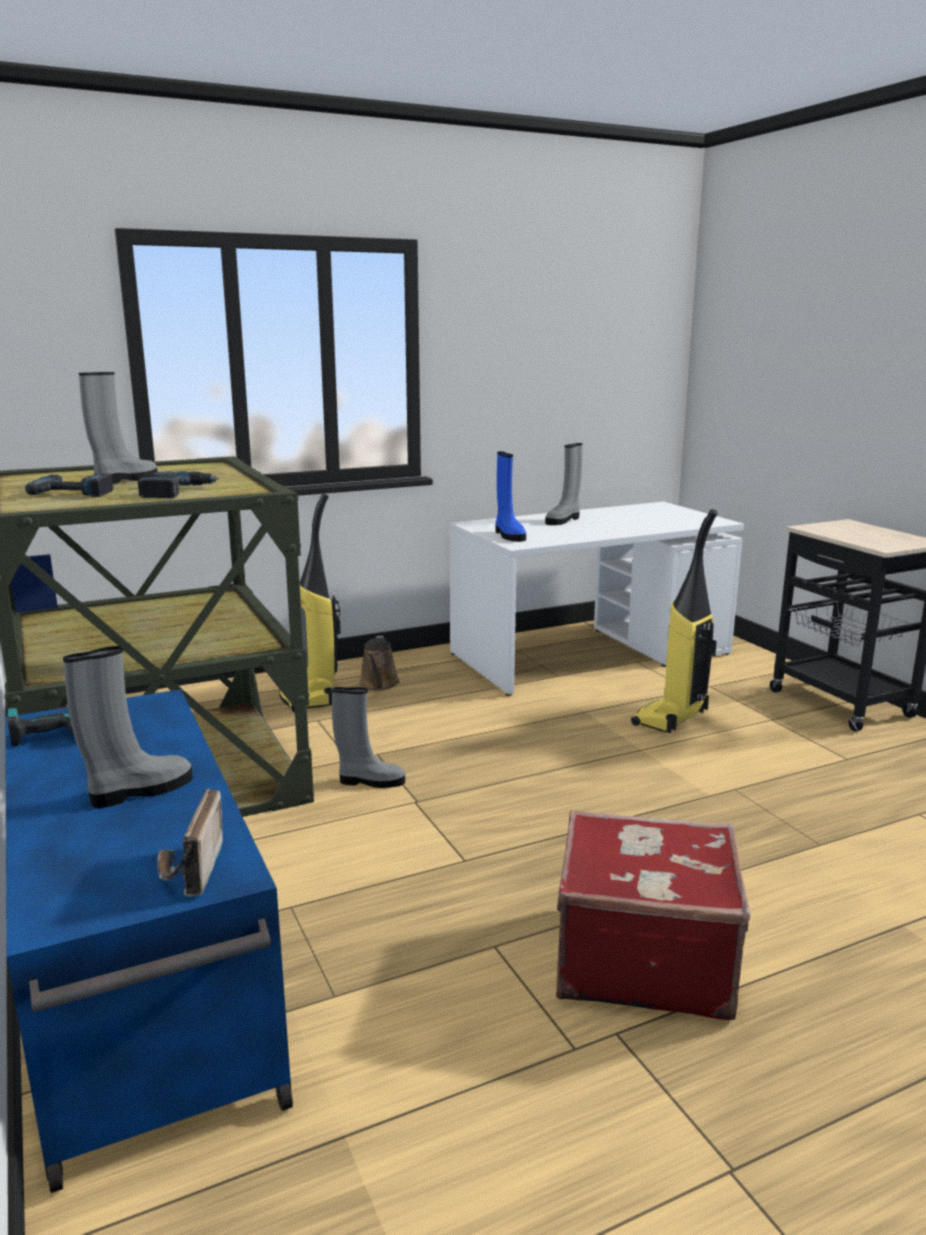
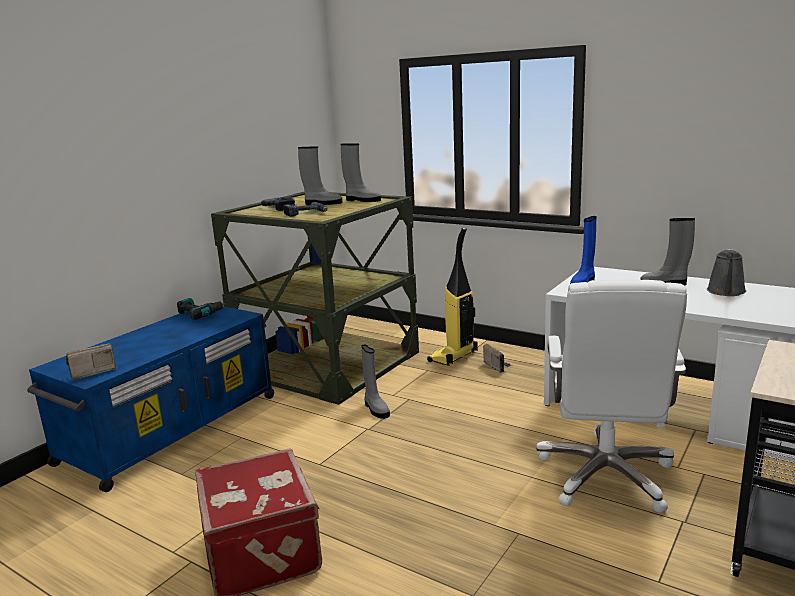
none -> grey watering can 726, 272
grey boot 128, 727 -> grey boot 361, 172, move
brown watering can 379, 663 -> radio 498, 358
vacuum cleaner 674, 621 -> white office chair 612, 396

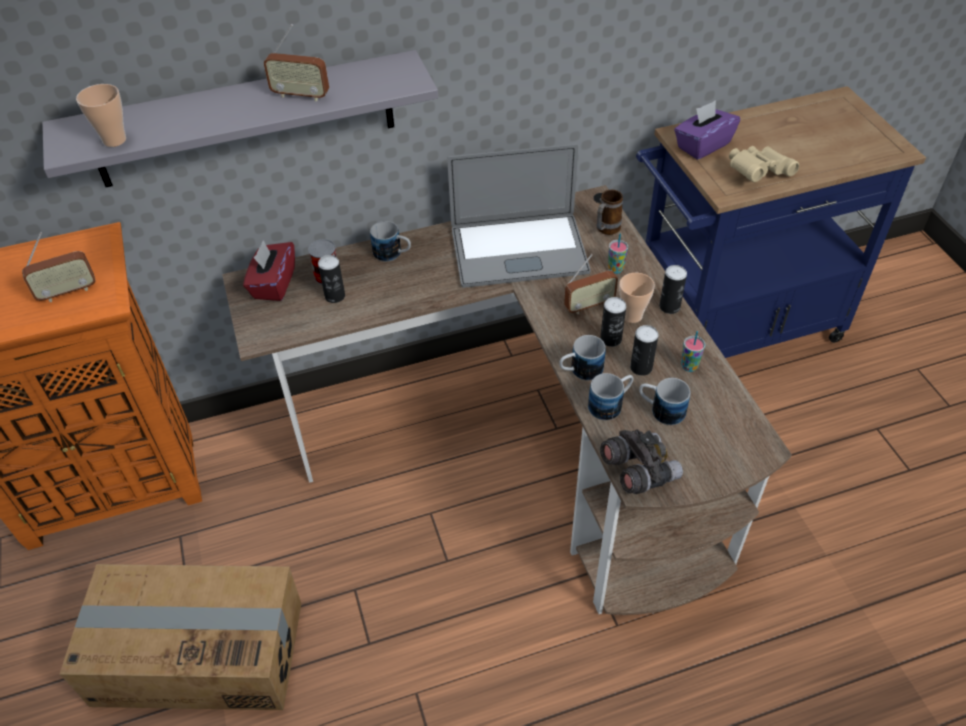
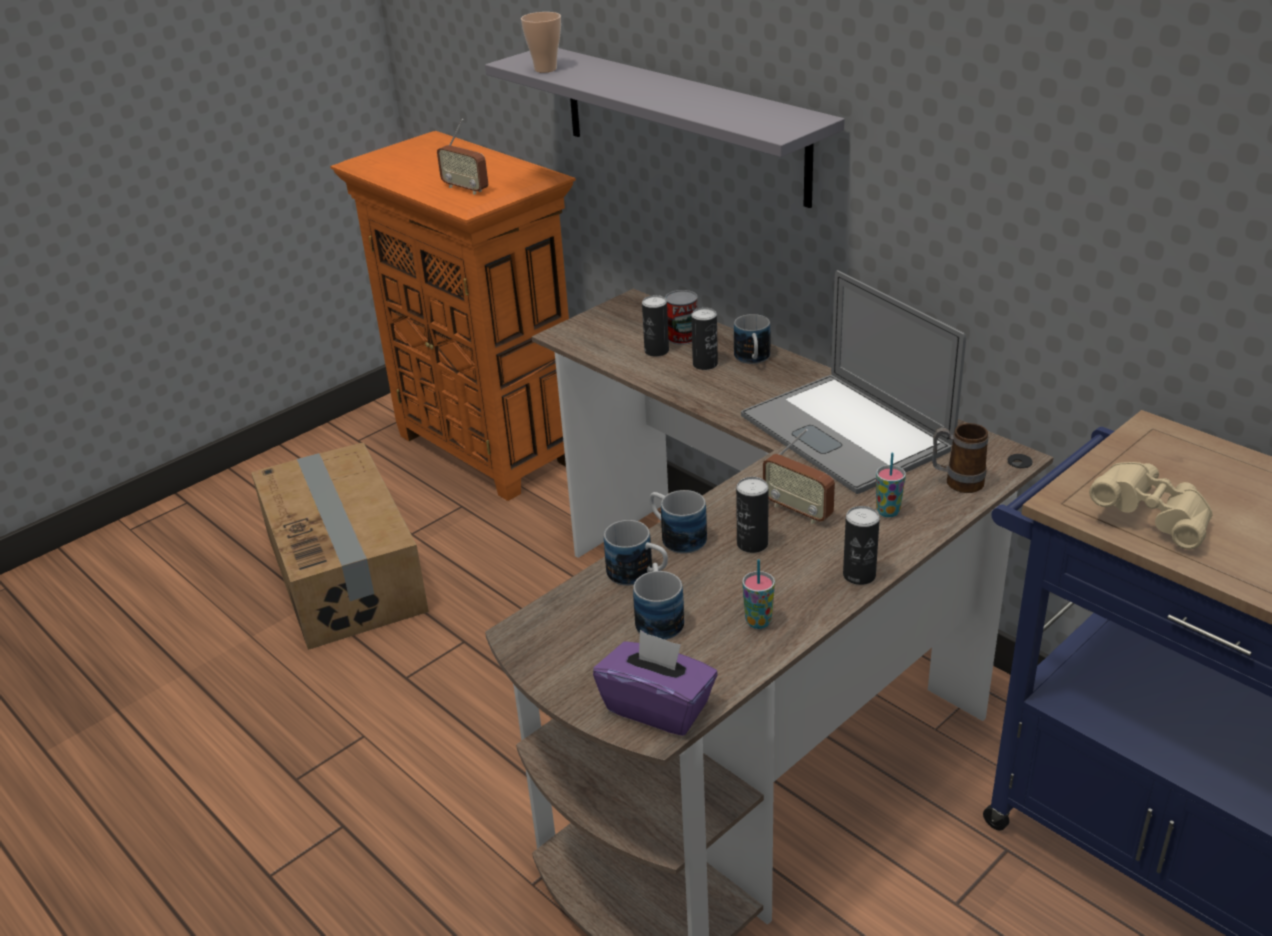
red tissue box 269, 270 -> none
radio 296, 62 -> none
grey binoculars 641, 461 -> none
cup 637, 298 -> none
can 644, 350 -> can 704, 338, move
purple tissue box 707, 129 -> purple tissue box 655, 683, move

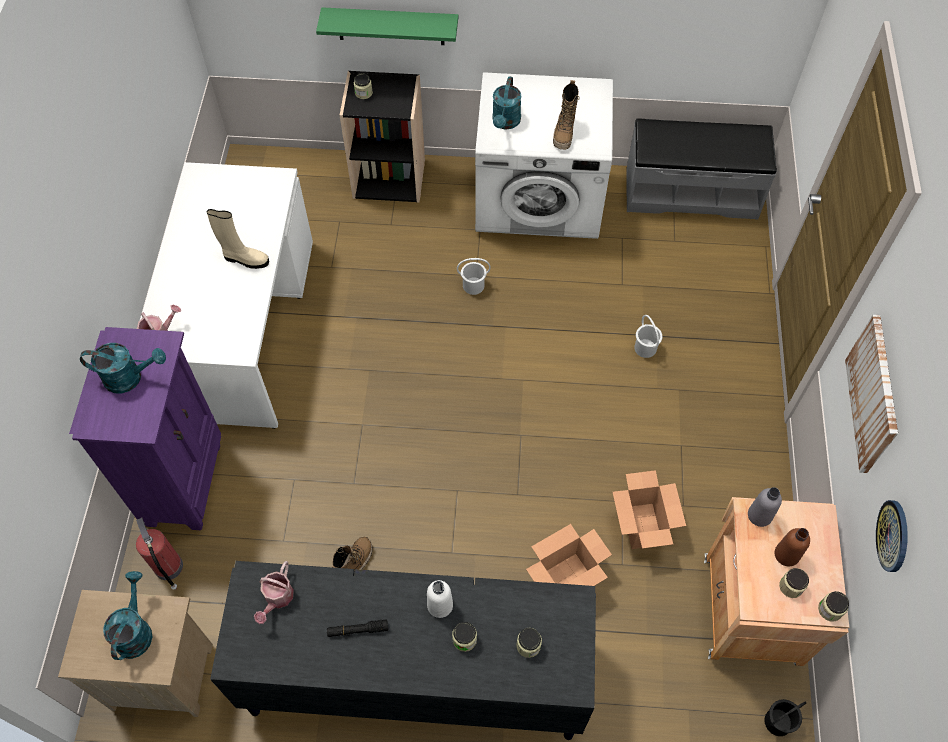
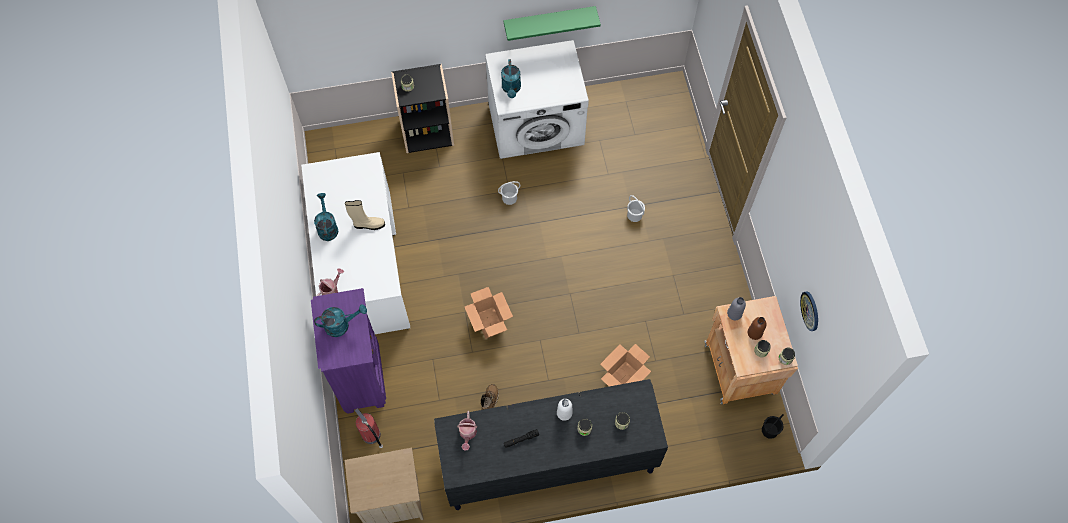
boot 566, 115 -> none
grey bench 702, 169 -> none
picture 871, 394 -> none
turquoise watering can 127, 615 -> turquoise watering can 326, 217, move
green shelf 387, 26 -> green shelf 552, 23, move
cardboard box 649, 509 -> cardboard box 489, 313, move

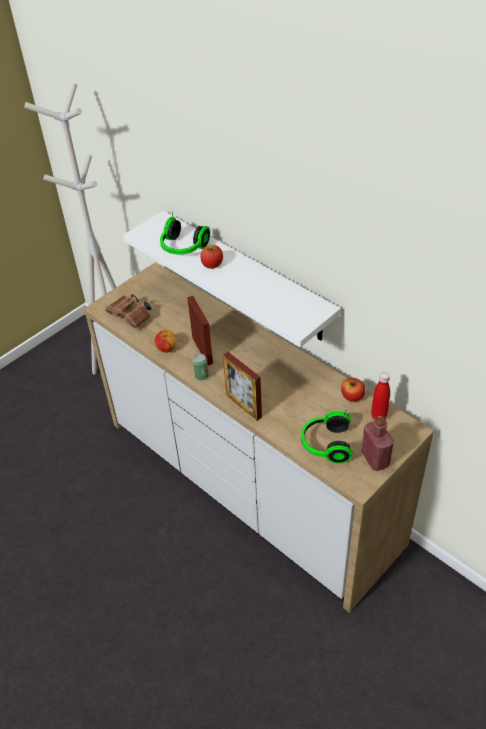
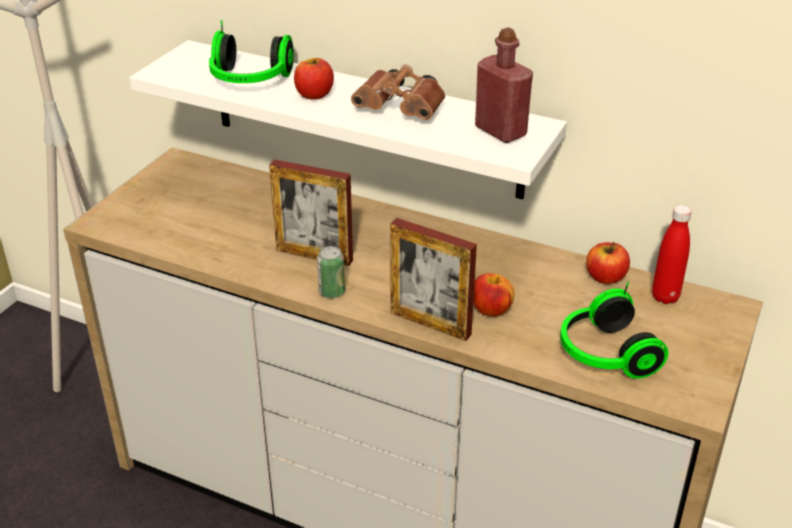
brown binoculars 128, 311 -> brown binoculars 398, 92, move
apple 165, 341 -> apple 494, 295, move
red bottle 377, 443 -> red bottle 504, 85, move
picture frame 200, 330 -> picture frame 311, 213, 150 degrees clockwise

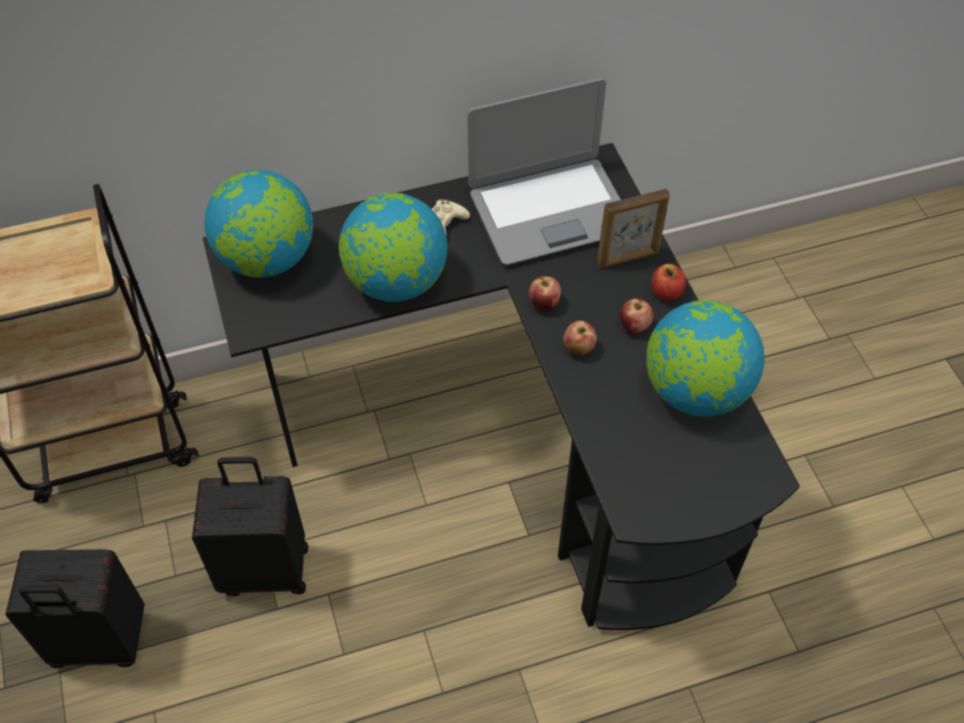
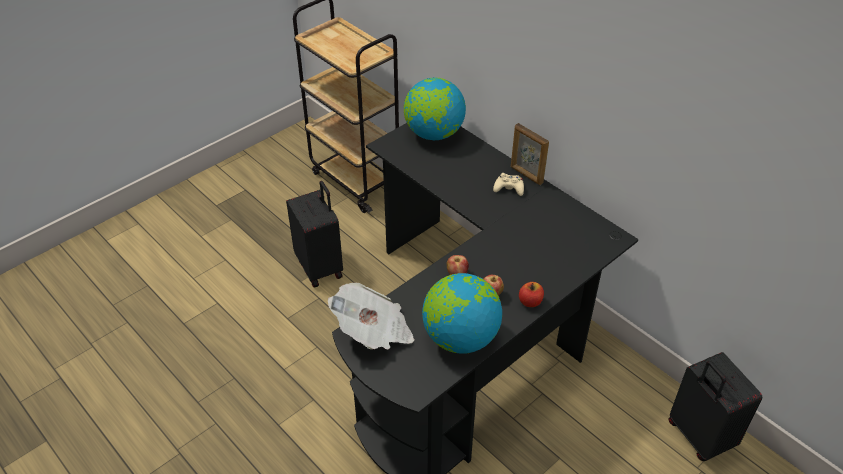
globe 393, 247 -> none
laptop 544, 171 -> none
apple 545, 293 -> none
none -> newspaper 371, 316
black suitcase 75, 608 -> black suitcase 715, 406, move
picture frame 633, 229 -> picture frame 530, 154, move

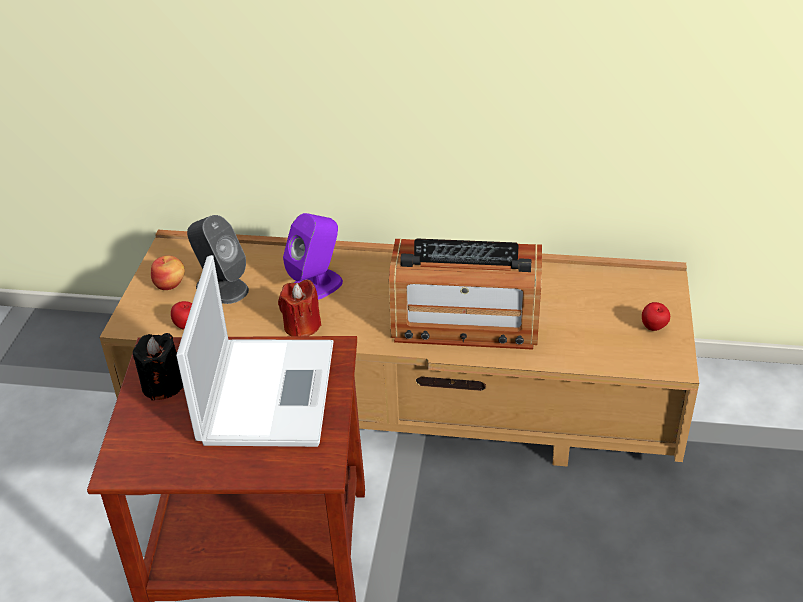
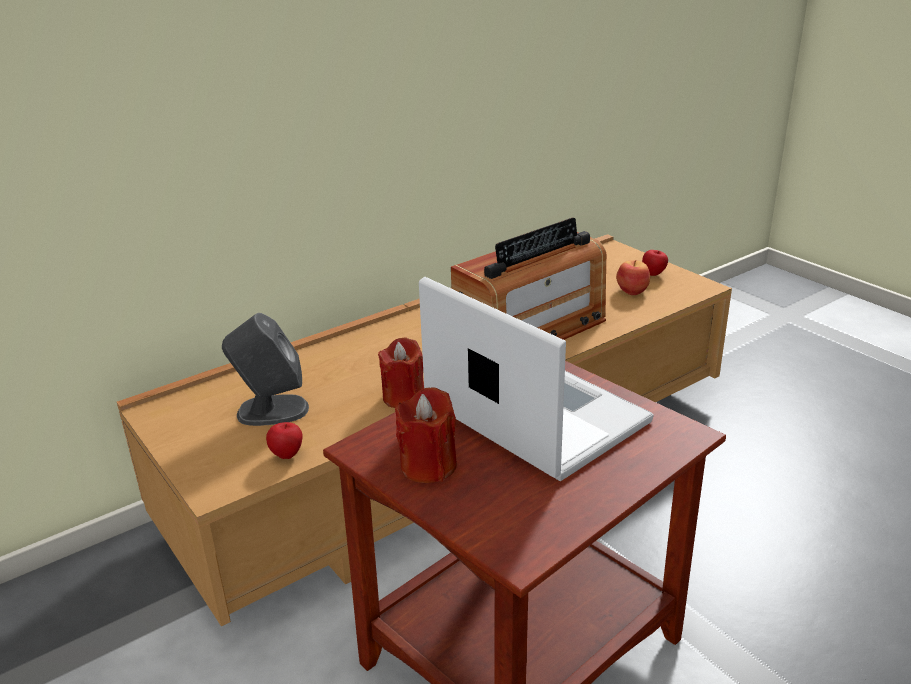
purple speaker 313, 256 -> none
apple 168, 273 -> apple 633, 277, move
black candle 158, 367 -> red candle 426, 435

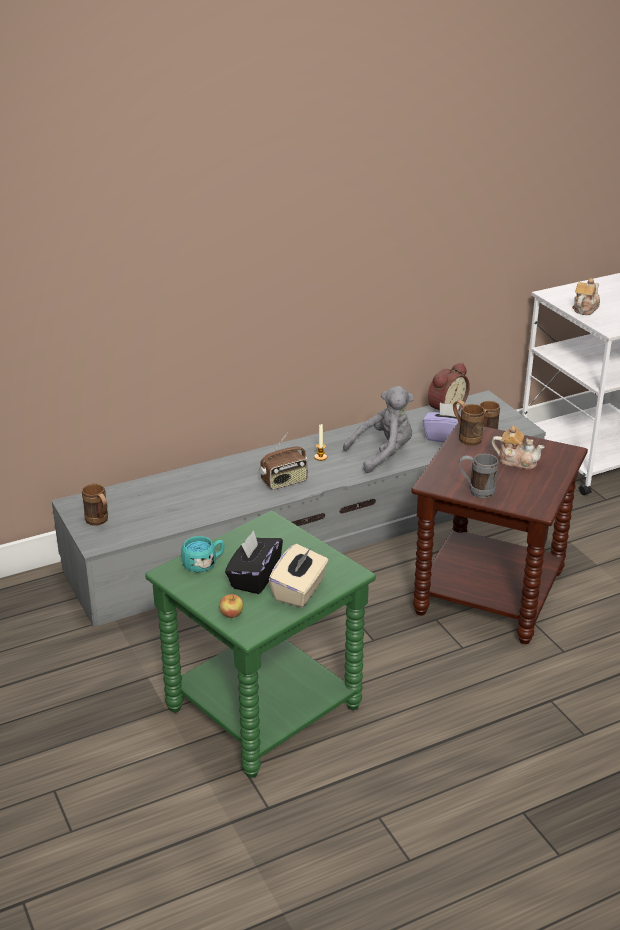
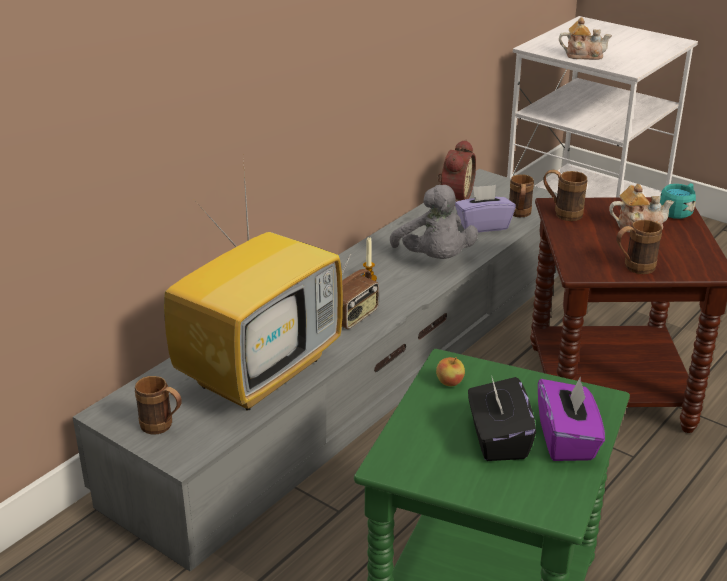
none -> television 253, 284
turquoise mug 203, 554 -> turquoise mug 678, 201, move
apple 231, 606 -> apple 450, 371, move
beige tissue box 298, 576 -> purple tissue box 571, 418
grey mug 478, 476 -> brown mug 639, 247
grey plush toy 378, 429 -> grey plush toy 434, 222, 120 degrees clockwise
teapot 586, 296 -> teapot 585, 38, 90 degrees clockwise

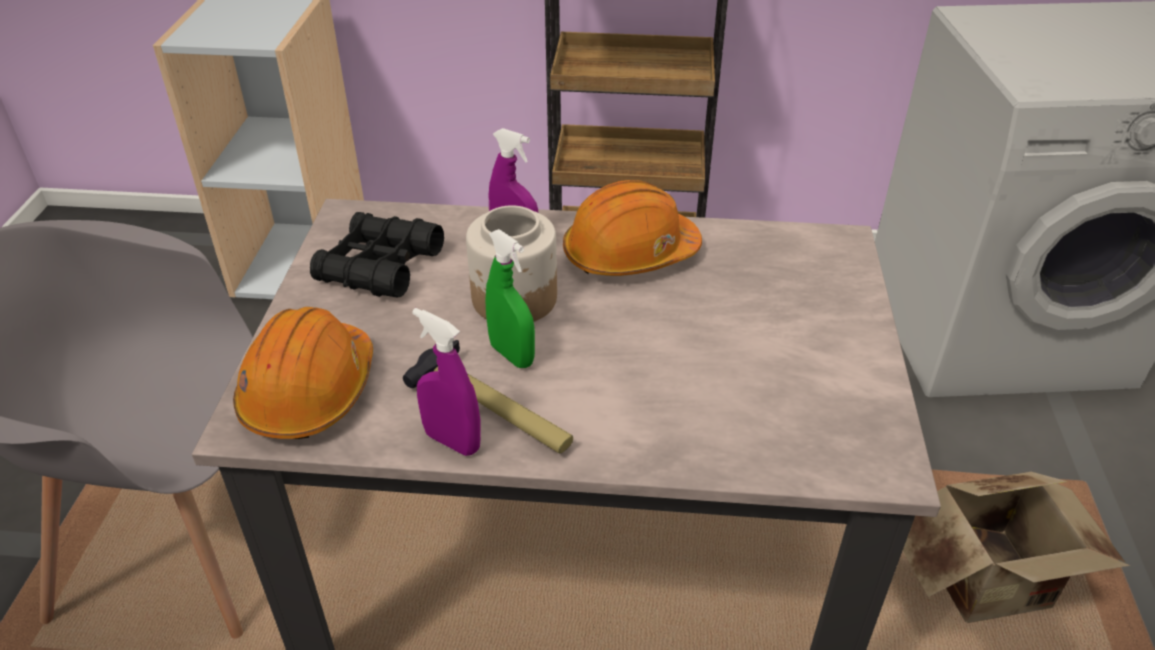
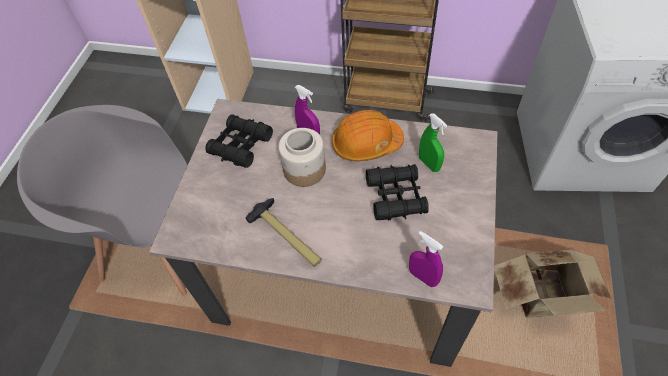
orange hard hat 303, 373 -> none
none -> black binoculars 397, 192
purple spray bottle 446, 382 -> purple spray bottle 426, 259, move
green spray bottle 510, 298 -> green spray bottle 433, 142, move

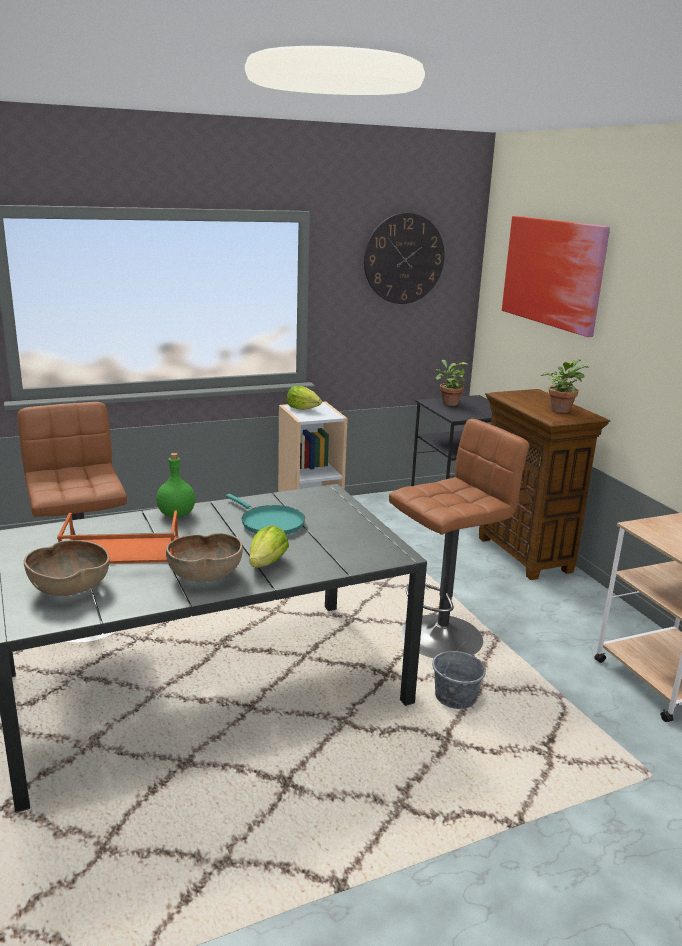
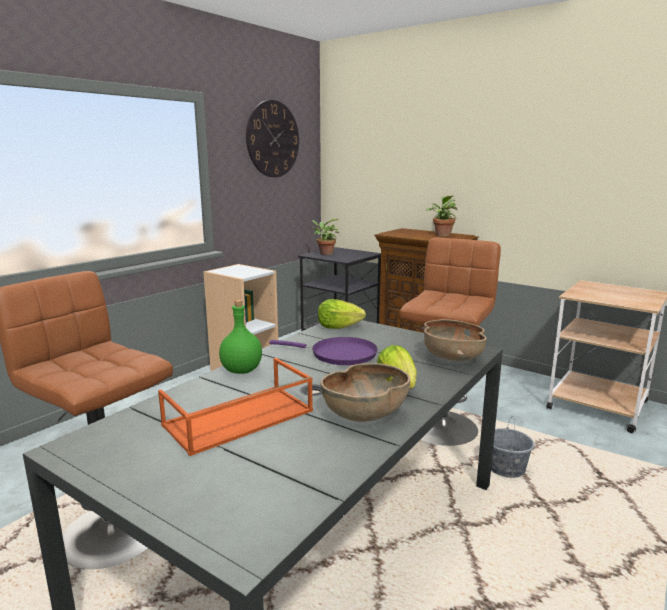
picture 556, 276 -> none
brown bowl 67, 568 -> brown bowl 455, 340, move
lettuce 304, 398 -> lettuce 342, 314, move
turquoise frying pan 265, 514 -> purple frying pan 323, 351

